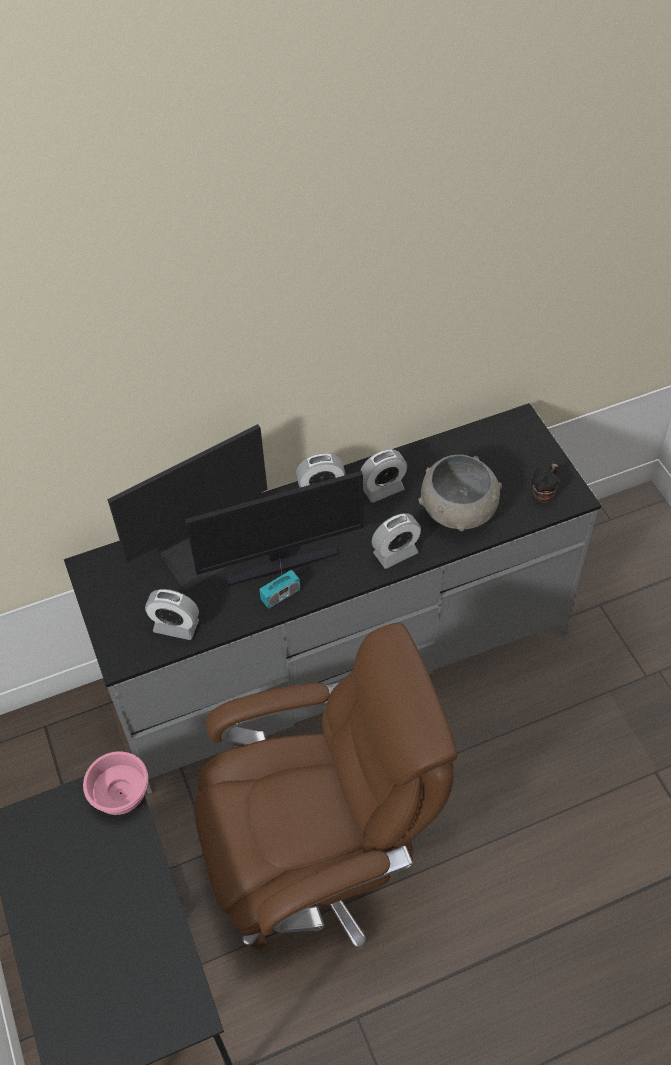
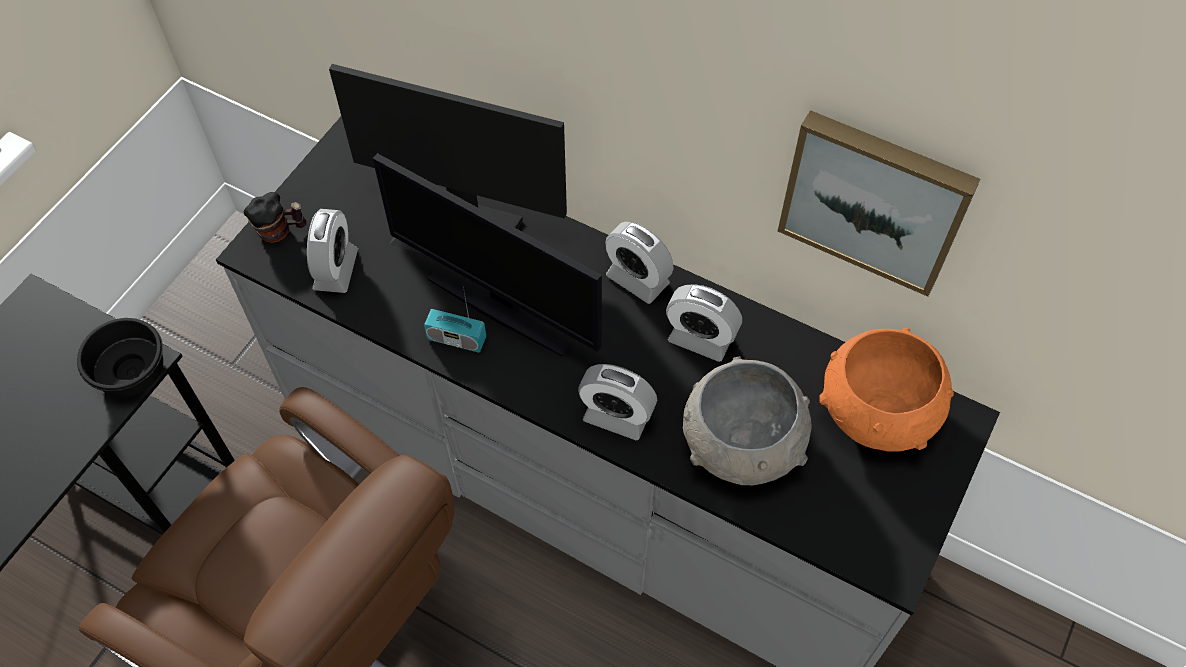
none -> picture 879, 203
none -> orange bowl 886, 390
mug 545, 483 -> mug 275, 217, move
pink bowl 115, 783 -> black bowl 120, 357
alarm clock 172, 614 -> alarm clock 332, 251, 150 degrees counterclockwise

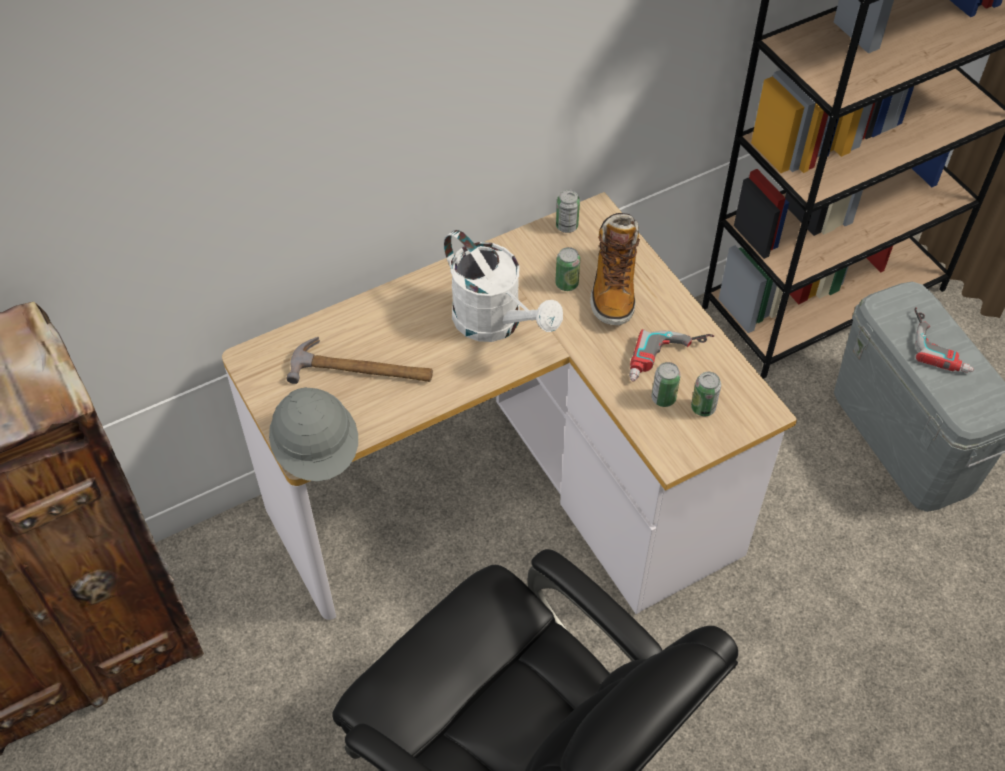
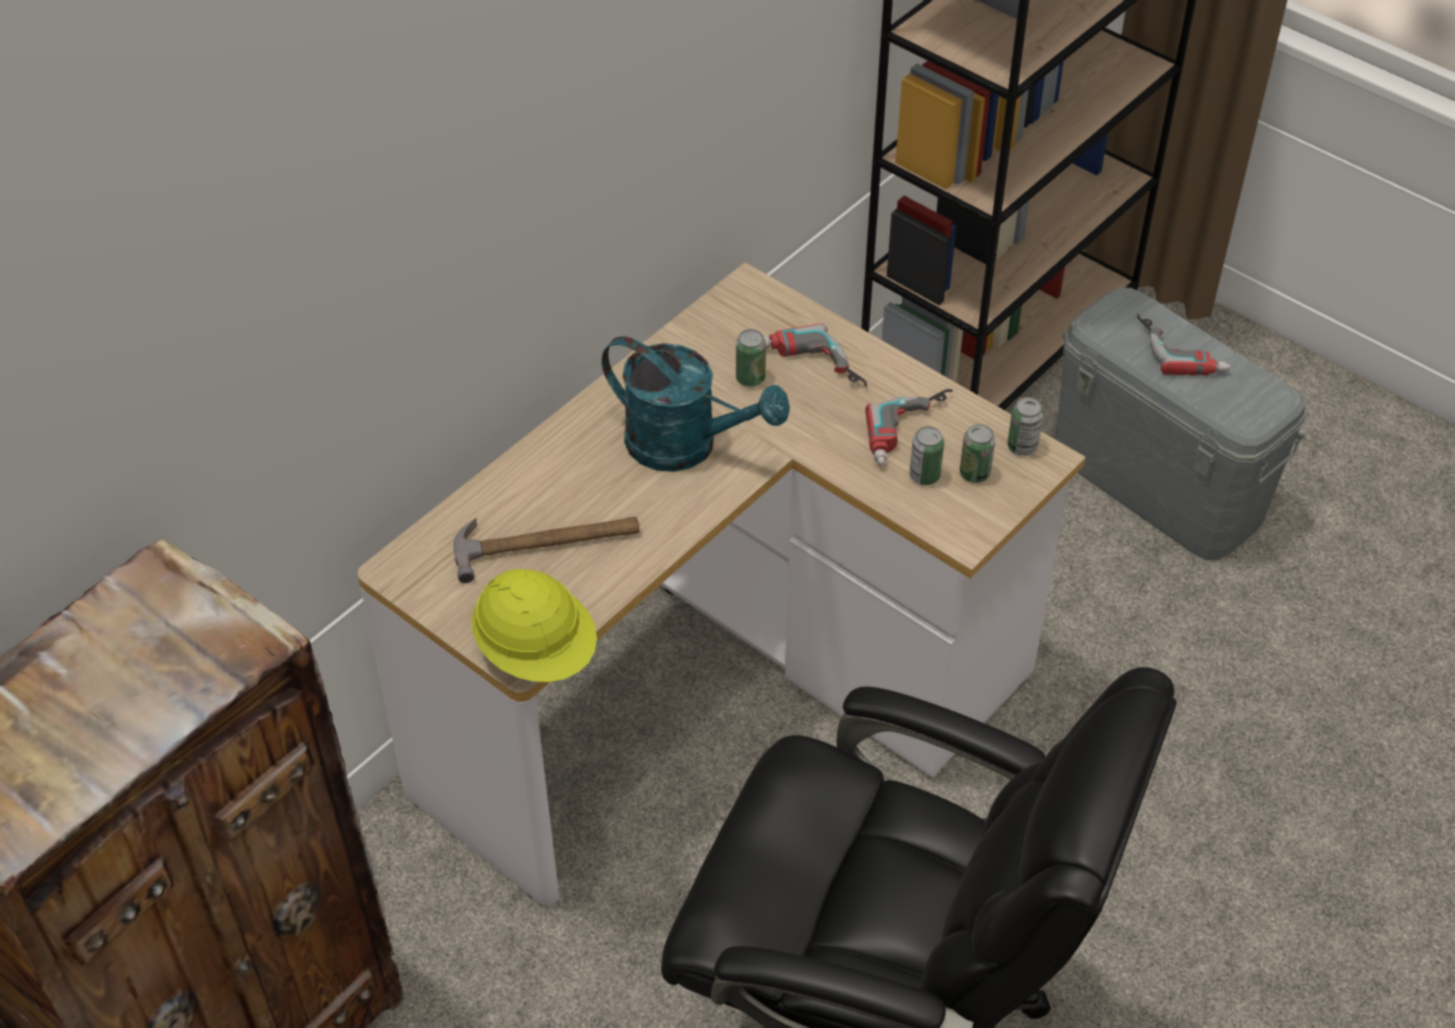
can 568, 211 -> can 1025, 426, move
boot 615, 269 -> power drill 815, 355
grey hard hat 313, 434 -> yellow hard hat 534, 625
white watering can 503, 286 -> turquoise watering can 696, 404

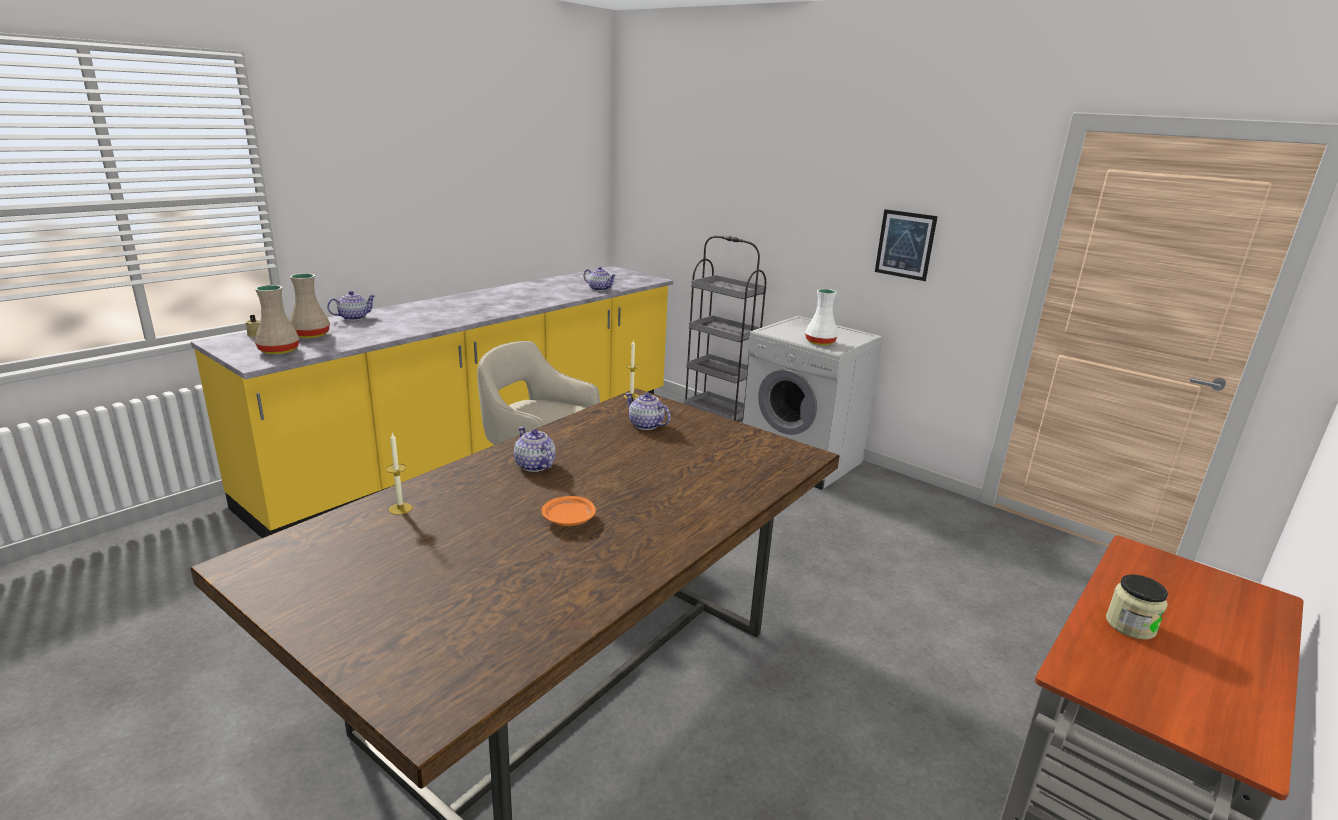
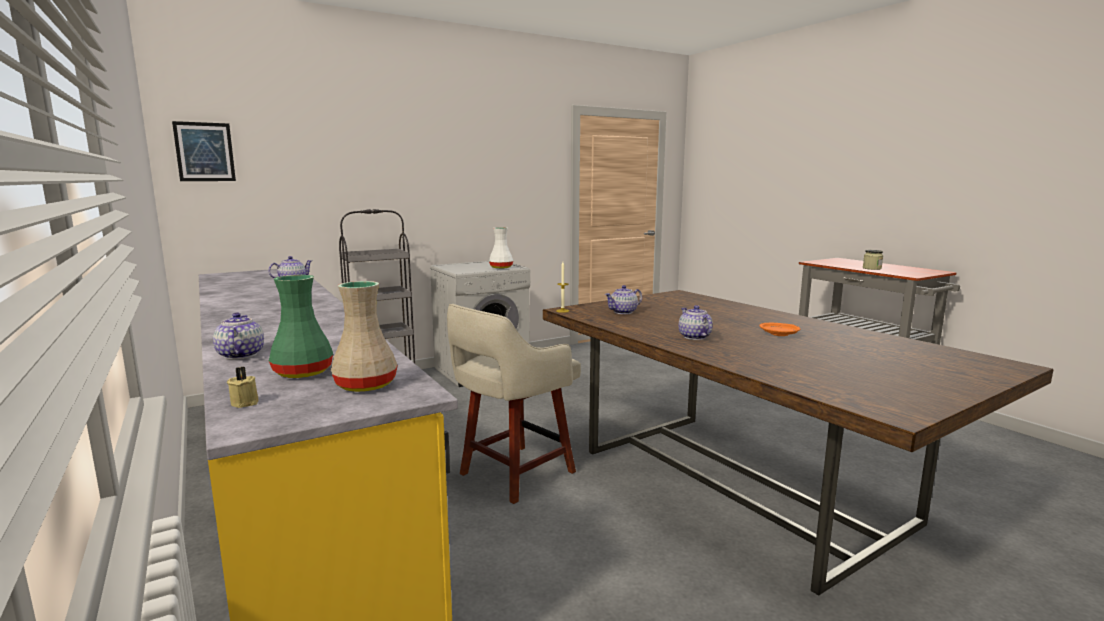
candle 399, 473 -> none
picture 906, 245 -> picture 204, 151, move
beige vase 310, 305 -> green vase 301, 326
teapot 535, 449 -> teapot 696, 322, 90 degrees clockwise

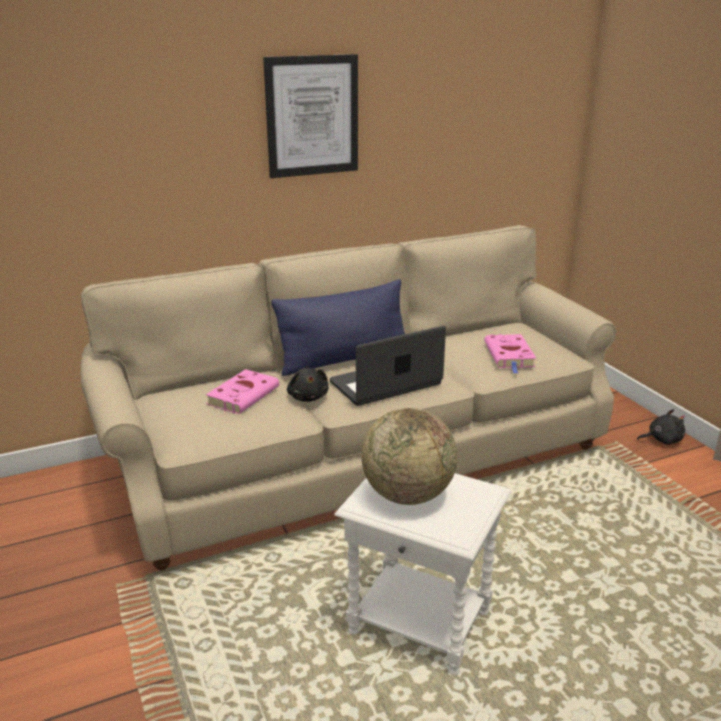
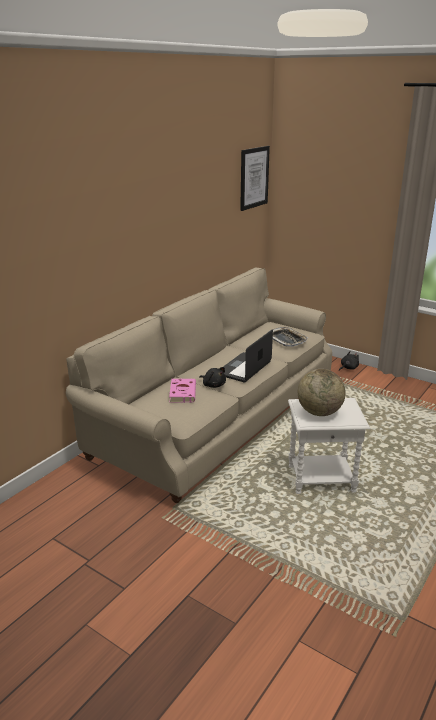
blue pillow 338, 327 -> none
picture 310, 116 -> picture 255, 178, move
pink book 510, 354 -> tray 287, 337

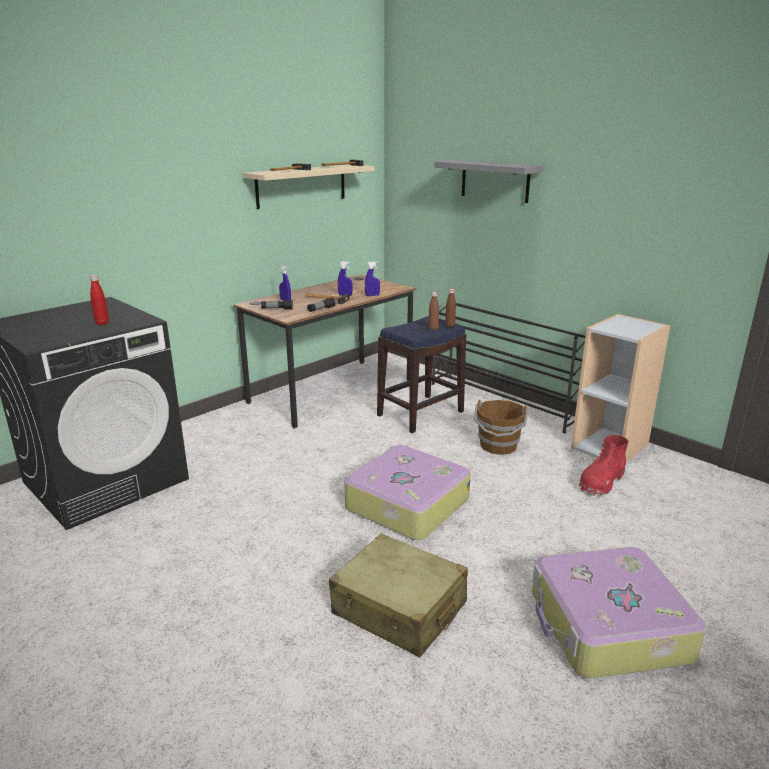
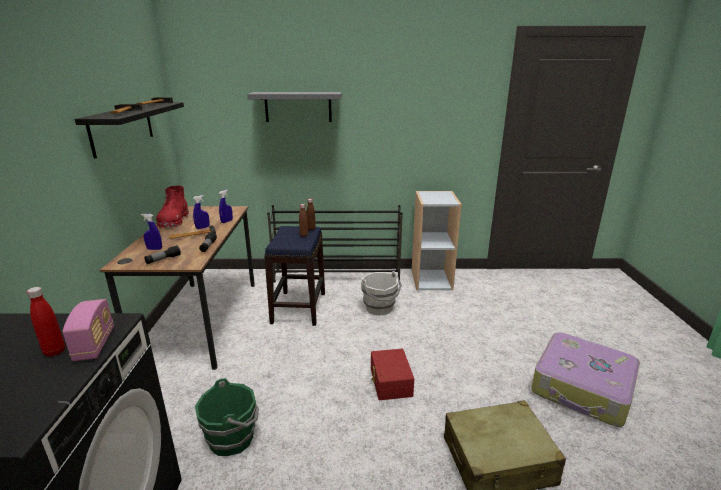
none -> radio 88, 330
none -> green bucket 227, 417
red boot 604, 465 -> red boot 172, 207, move
suitcase 407, 492 -> red storage box 392, 374
beige shelf 309, 187 -> black shelf 129, 130
brown bucket 501, 427 -> white bucket 381, 293

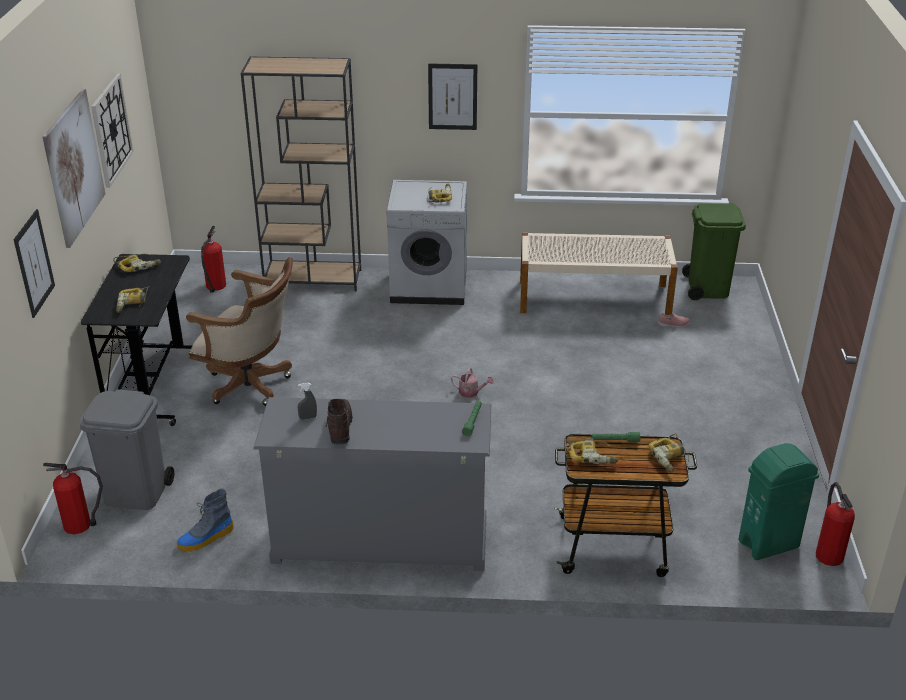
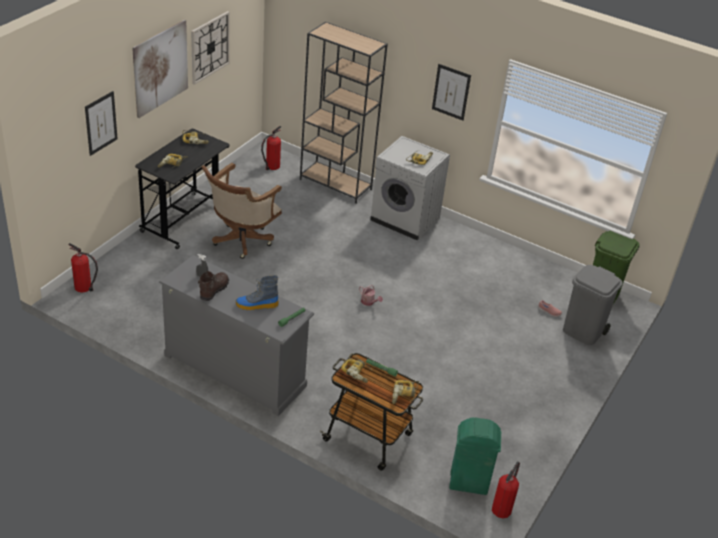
beige bench 599, 274 -> none
grey trash can 126, 449 -> grey trash can 592, 305, move
boot 205, 520 -> boot 257, 292, move
office chair 239, 331 -> office chair 242, 211, 75 degrees clockwise

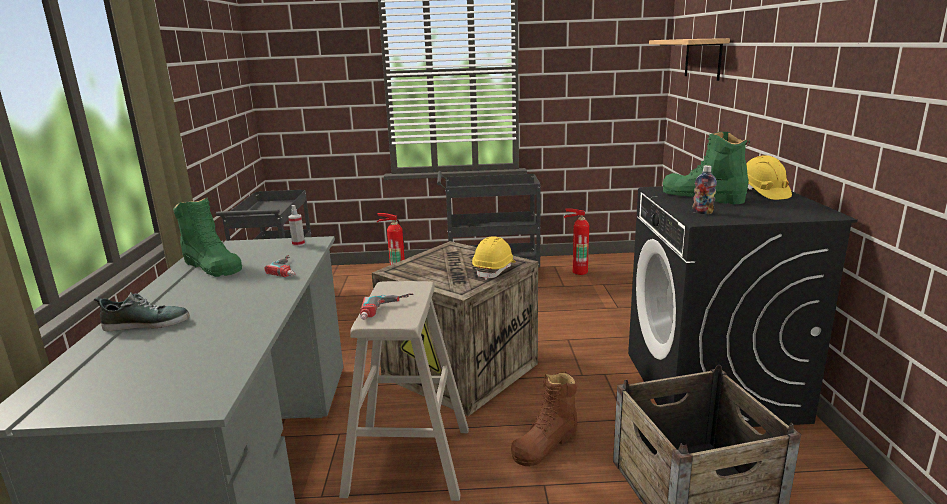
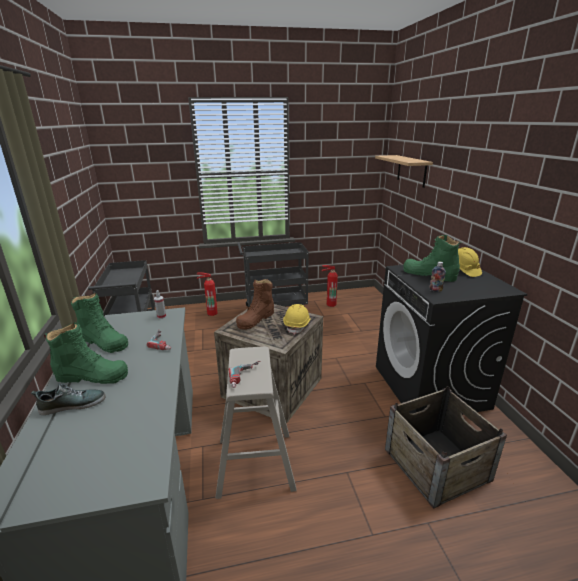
none -> green boot 86, 353
brown boot 544, 419 -> brown boot 255, 304, move

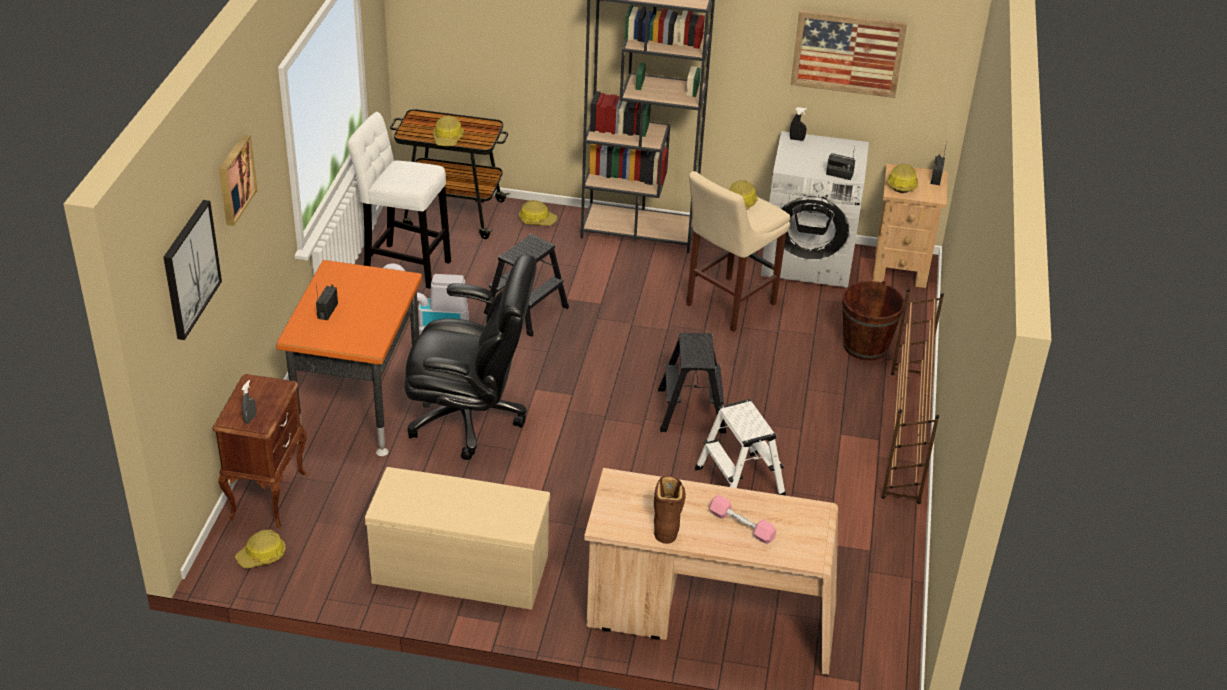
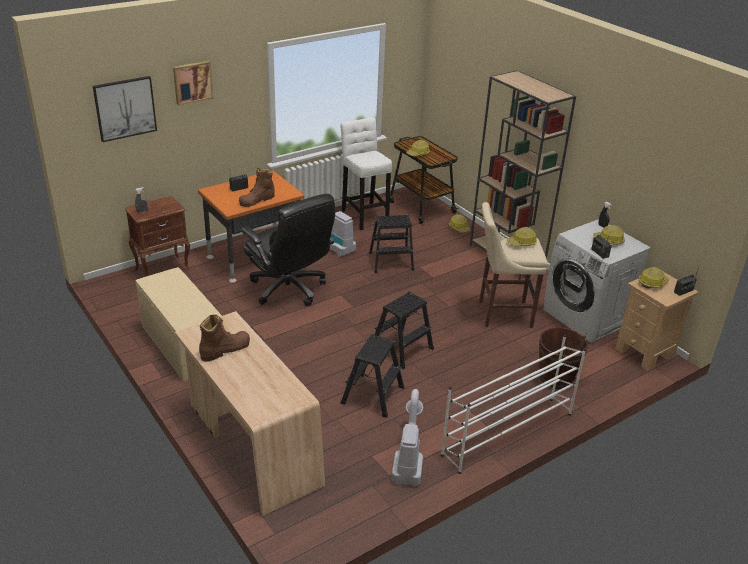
pink dumbbell 743, 519 -> none
picture 849, 54 -> none
none -> brown boot 257, 187
none -> vacuum cleaner 407, 437
hard hat 260, 549 -> hard hat 609, 235, move
white step ladder 740, 447 -> black step ladder 372, 376
brown shoe rack 912, 396 -> white shoe rack 513, 404

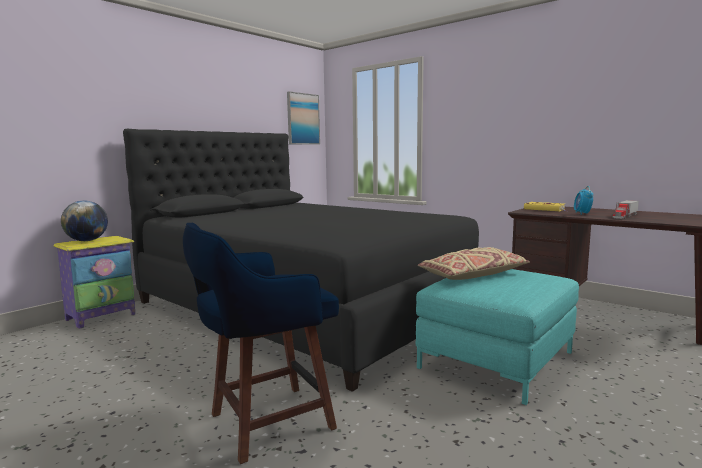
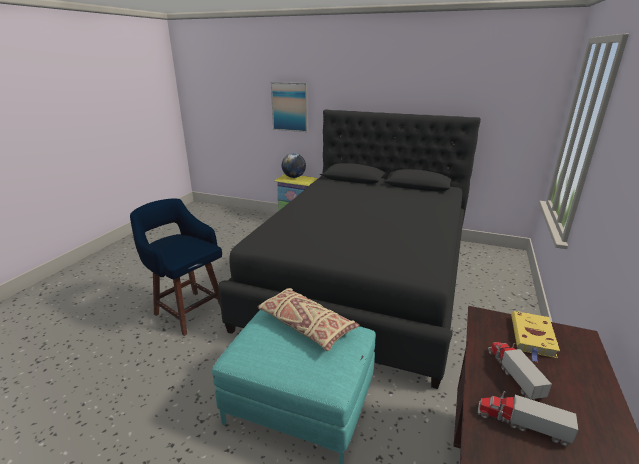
picture 303, 118 -> picture 289, 107, move
alarm clock 583, 200 -> toy truck 520, 370

